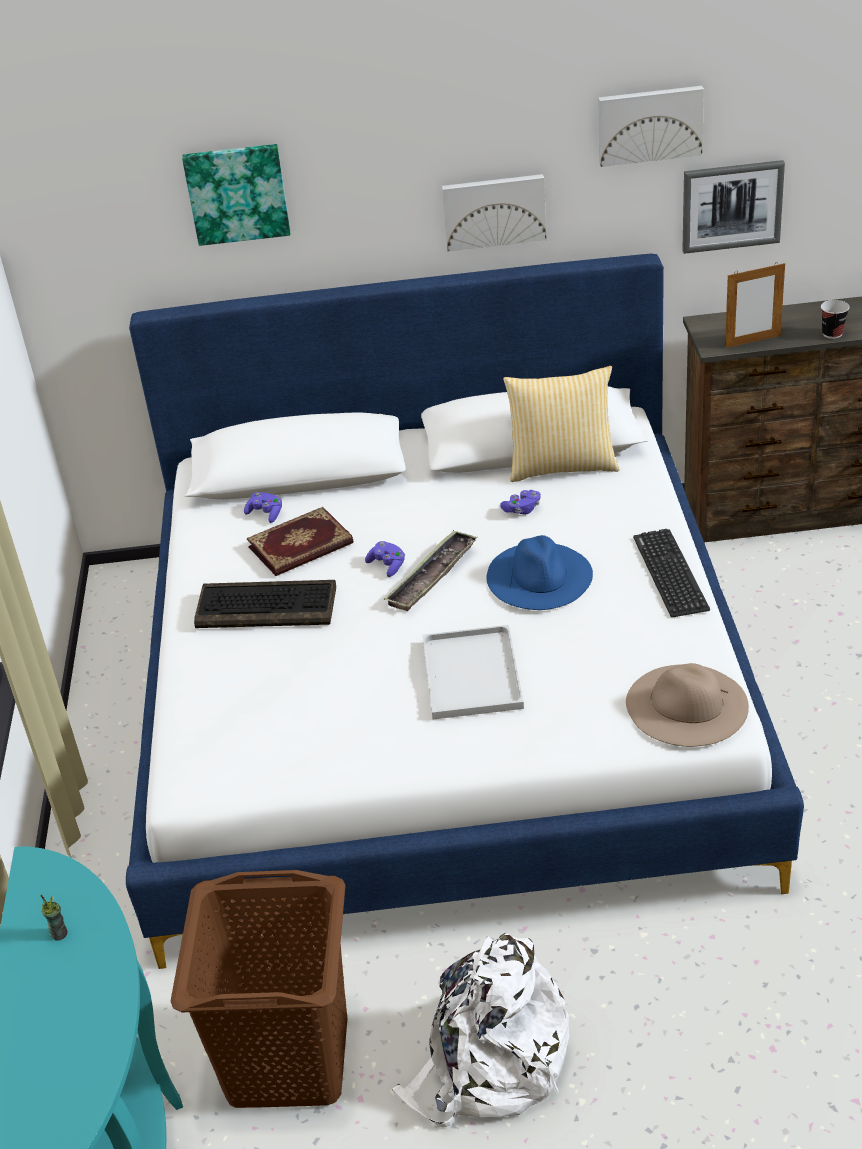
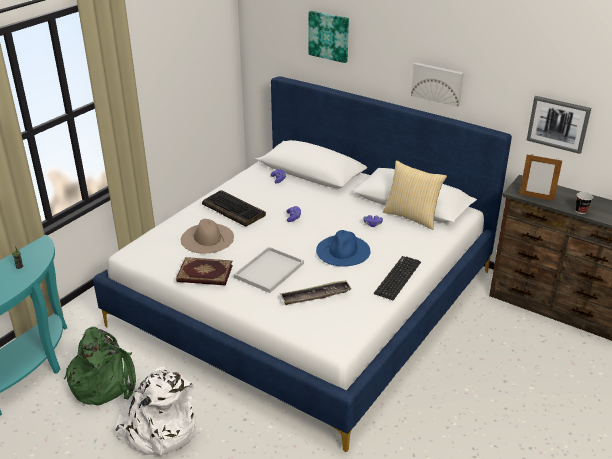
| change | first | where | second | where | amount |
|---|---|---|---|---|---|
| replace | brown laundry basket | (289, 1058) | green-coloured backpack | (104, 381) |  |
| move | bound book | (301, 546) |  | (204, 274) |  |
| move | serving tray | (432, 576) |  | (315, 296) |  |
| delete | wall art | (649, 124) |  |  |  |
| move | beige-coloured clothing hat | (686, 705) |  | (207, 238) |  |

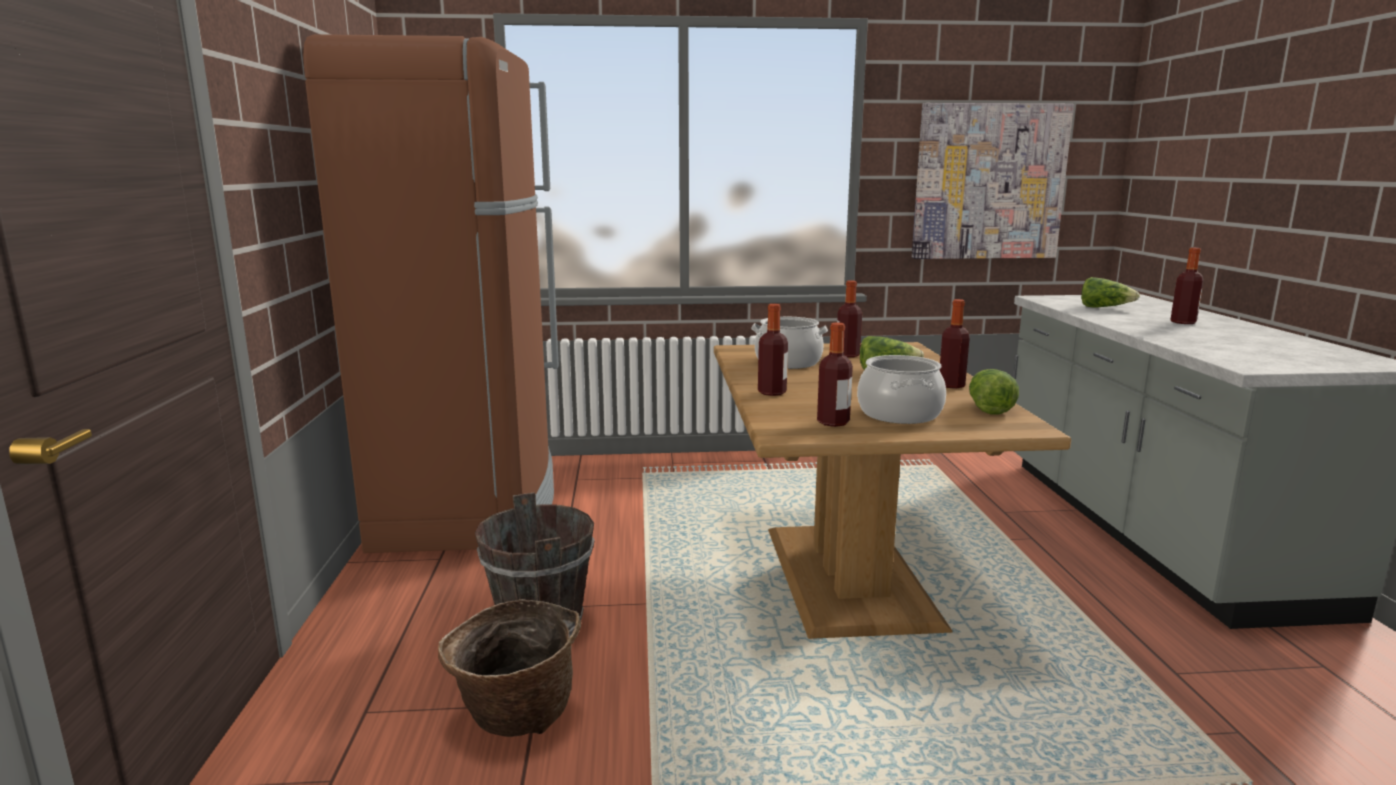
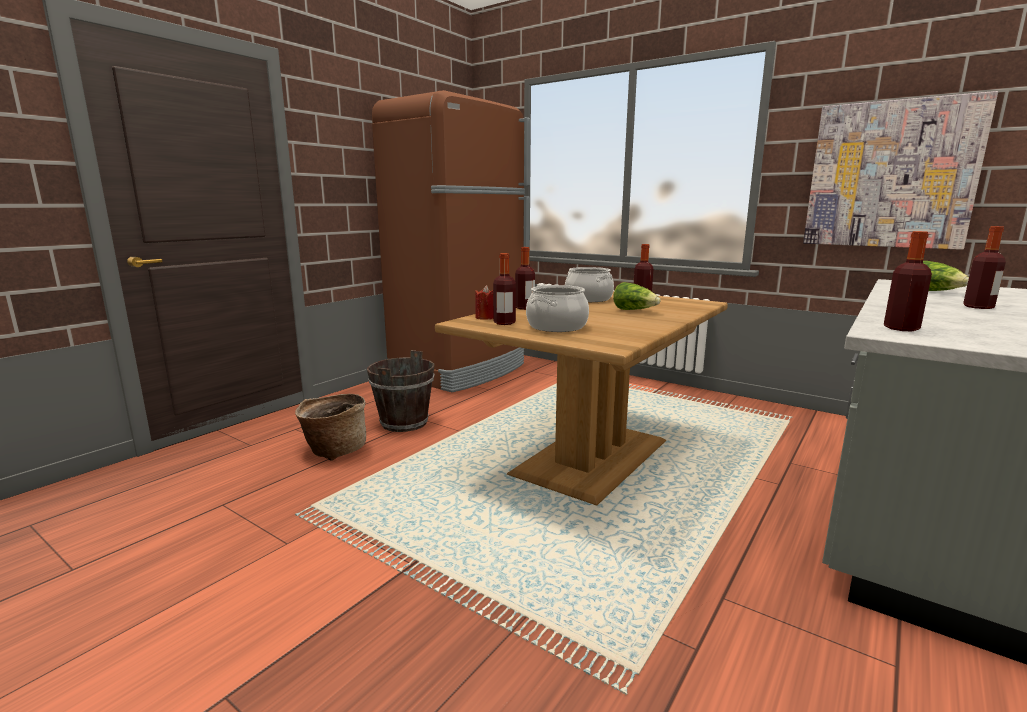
| change | first | where | second | where | amount |
|---|---|---|---|---|---|
| move | drink bottle | (951, 385) |  | (901, 328) |  |
| delete | lettuce | (989, 408) |  |  |  |
| insert |  |  | red-coloured wax light | (486, 318) |  |

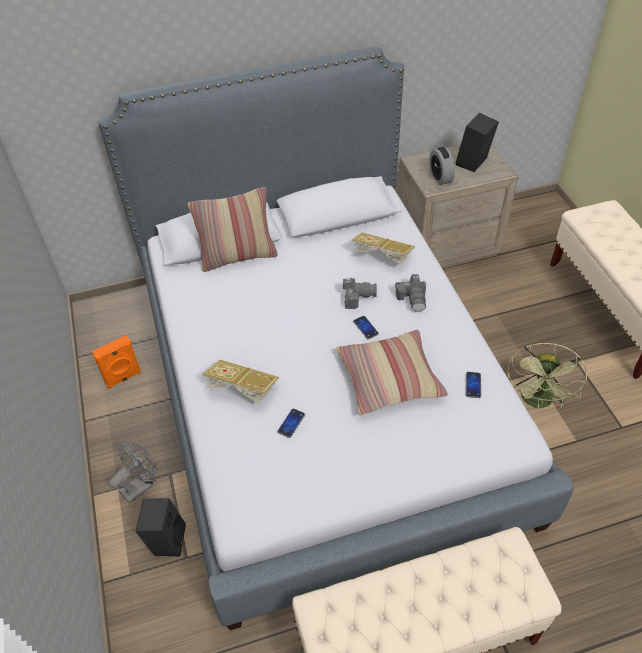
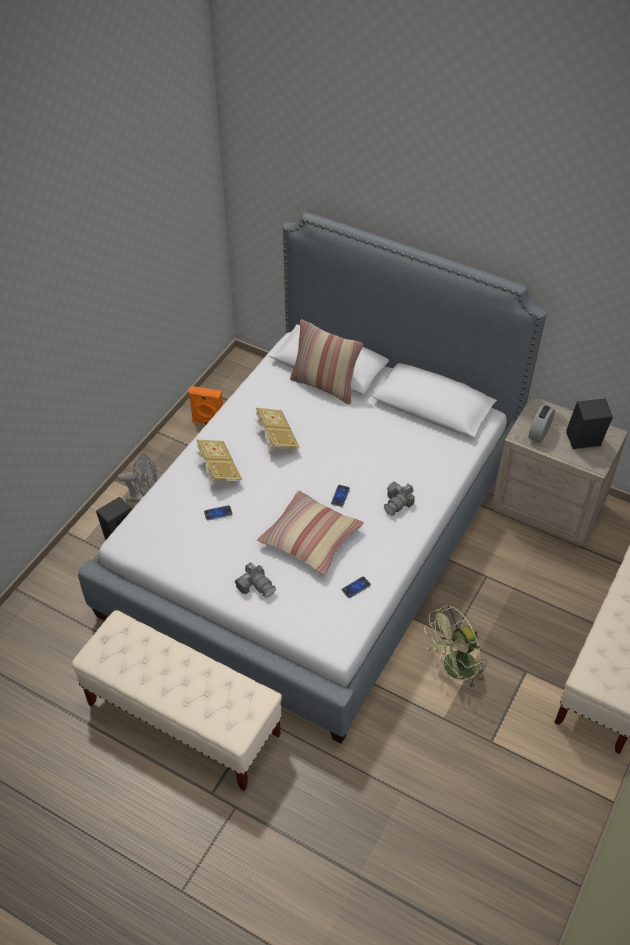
| change | first | where | second | where | amount |
|---|---|---|---|---|---|
| move | photo camera | (357, 297) |  | (256, 585) |  |
| move | bound book | (382, 257) |  | (276, 439) |  |

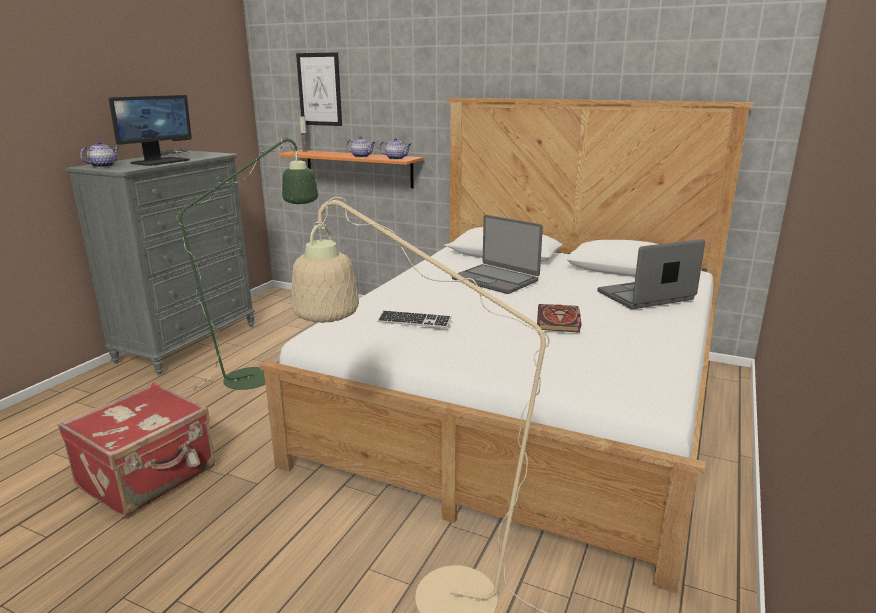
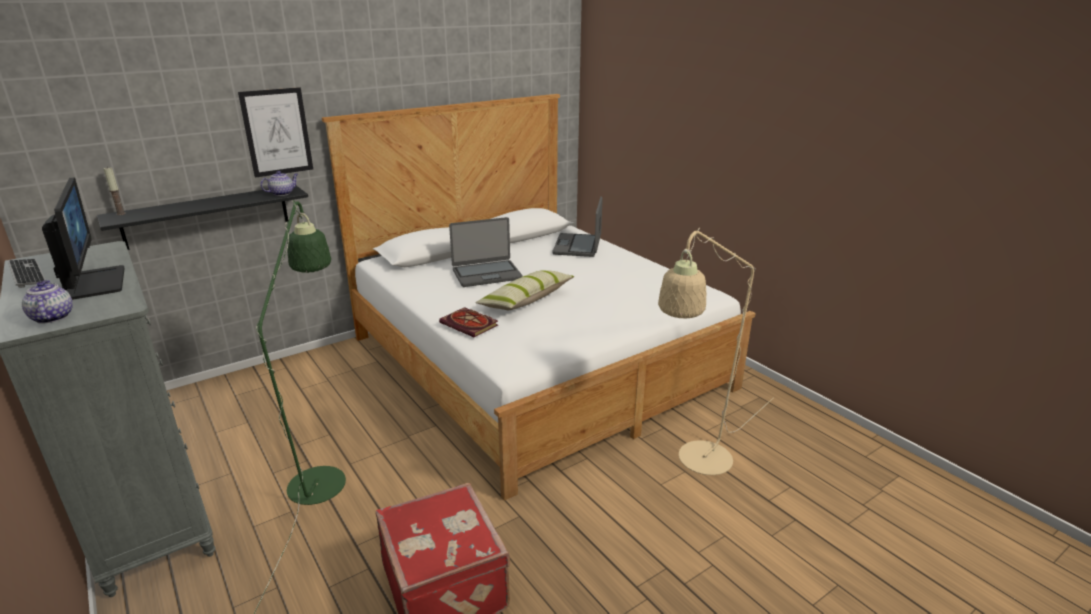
| change | first | where | second | where | amount |
|---|---|---|---|---|---|
| recolor | orangey wall shelf | (358, 168) | black wall shelf | (207, 216) |  |
| move | wall art | (319, 89) |  | (277, 132) |  |
| delete | teapot | (361, 156) |  |  |  |
| delete | PC keyboard | (414, 321) |  |  |  |
| move | bound book | (559, 321) |  | (470, 324) |  |
| insert |  |  | throw pillow | (526, 300) |  |

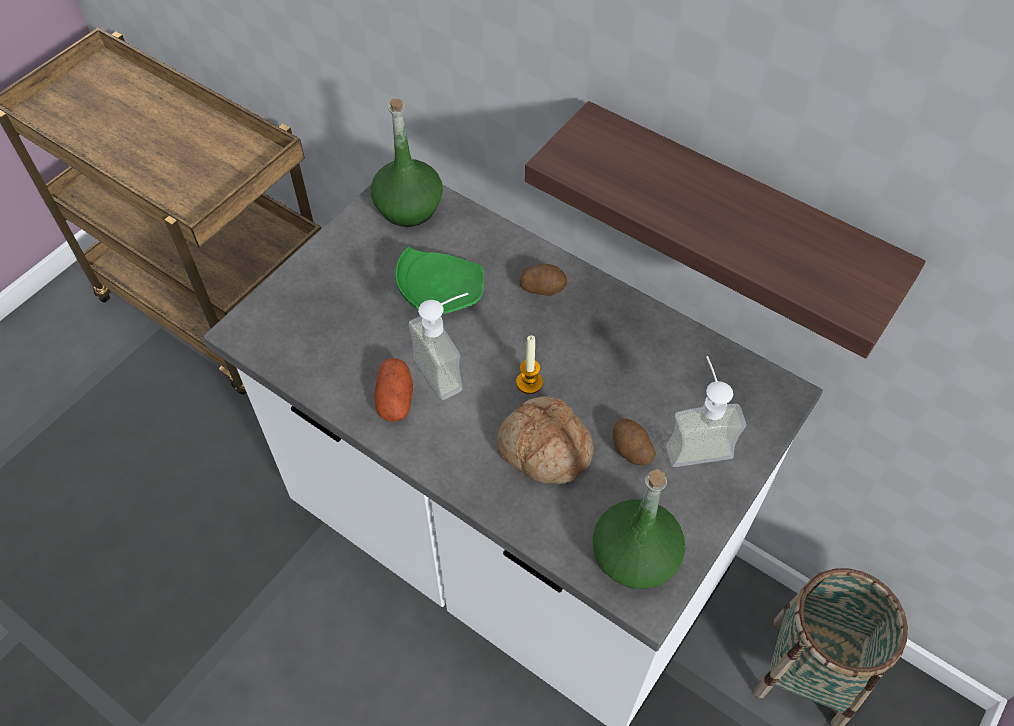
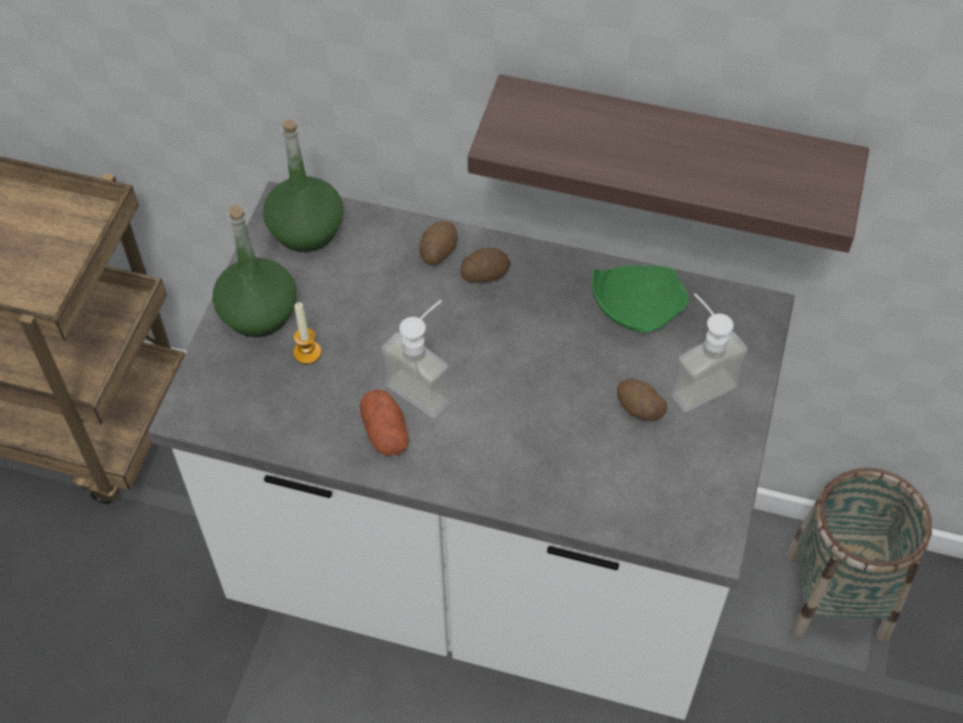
| change | first | where | second | where | amount |
|---|---|---|---|---|---|
| move | green-coloured plate | (440, 292) |  | (635, 307) |  |
| delete | bread | (543, 449) |  |  |  |
| move | wax light | (529, 382) |  | (307, 352) |  |
| move | green-coloured drink bottle | (635, 556) |  | (259, 313) |  |
| insert |  |  | potato | (437, 251) |  |

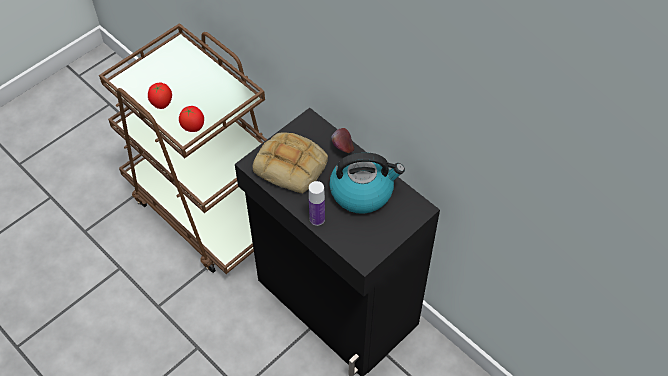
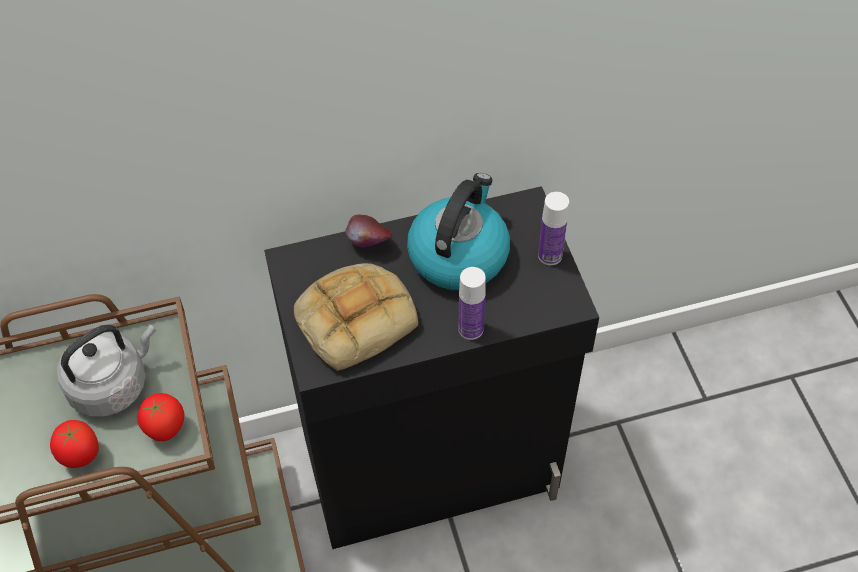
| change | first | where | second | where | amount |
|---|---|---|---|---|---|
| insert |  |  | greyish water kettle | (113, 385) |  |
| insert |  |  | drink bottle | (550, 255) |  |

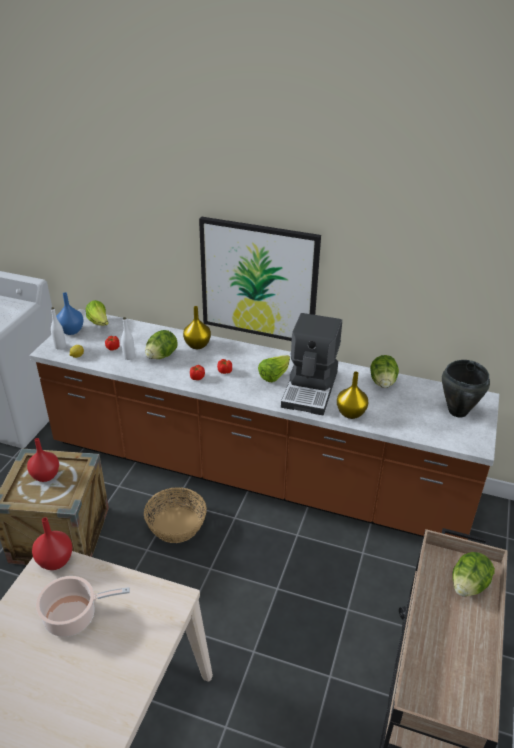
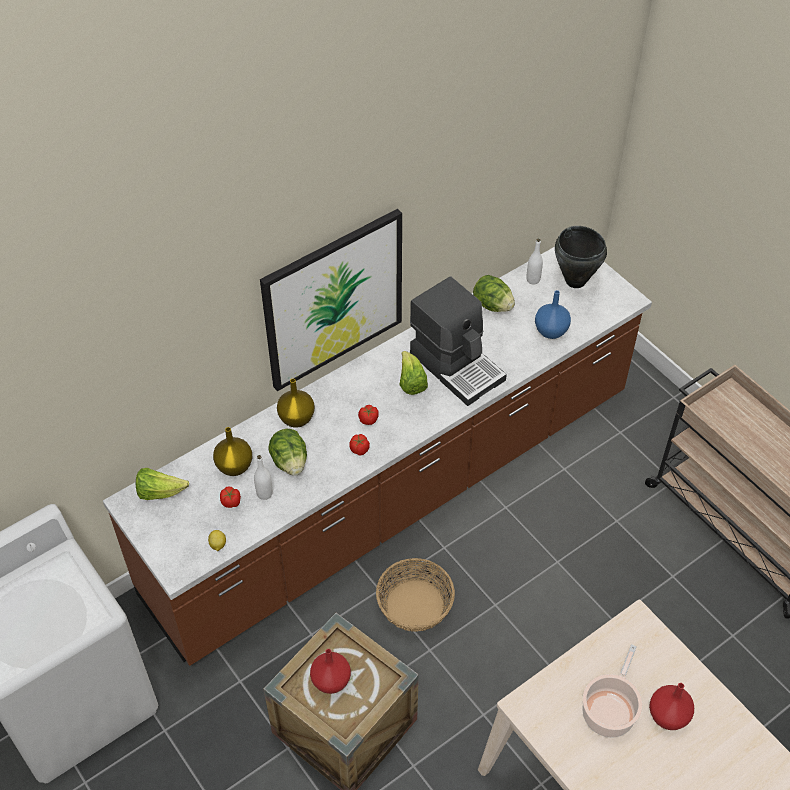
| change | first | where | second | where | amount |
|---|---|---|---|---|---|
| move | red-coloured vase | (54, 560) |  | (667, 716) |  |
| move | white-coloured drink bottle | (60, 346) |  | (533, 280) |  |
| move | blue-coloured vase | (71, 330) |  | (550, 331) |  |
| move | yellowish vase | (350, 413) |  | (234, 467) |  |
| delete | lettuce | (468, 585) |  |  |  |

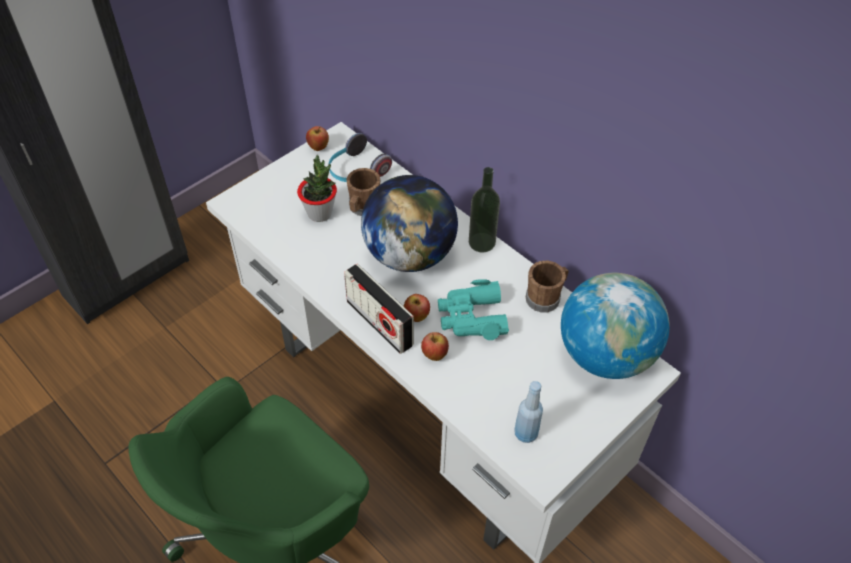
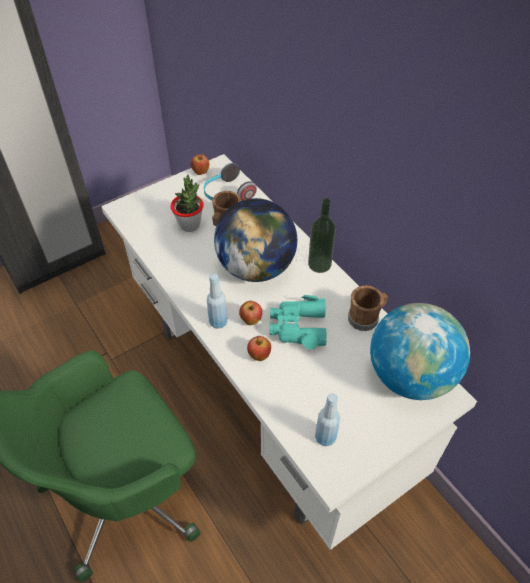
| change | first | where | second | where | amount |
|---|---|---|---|---|---|
| replace | radio receiver | (379, 323) | blue-coloured drink bottle | (218, 322) |  |

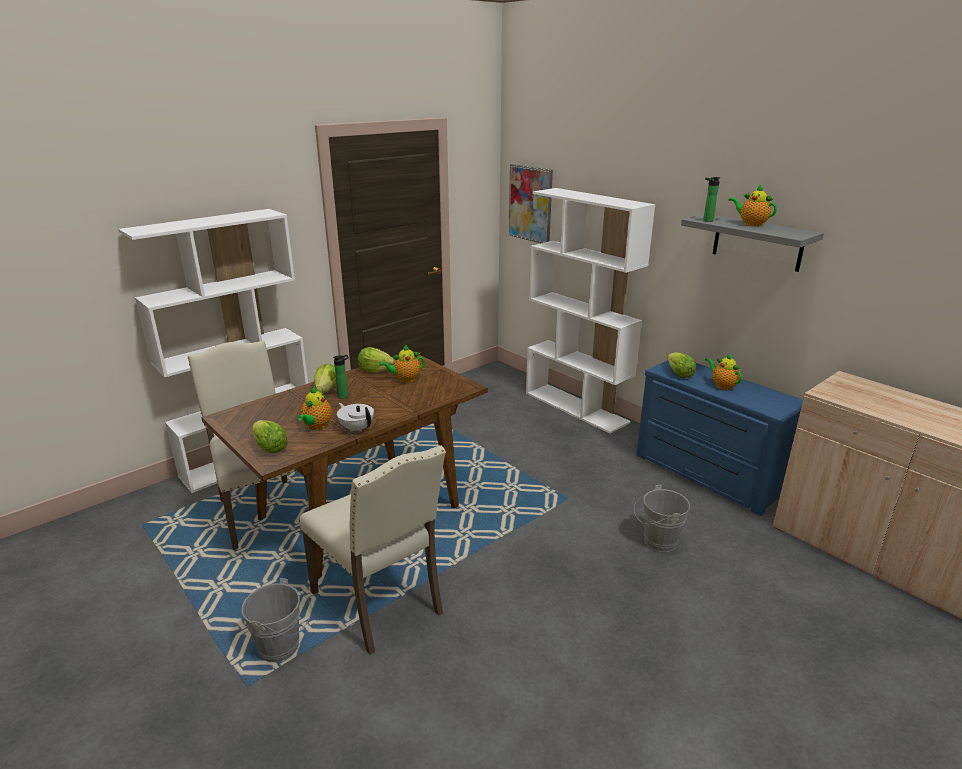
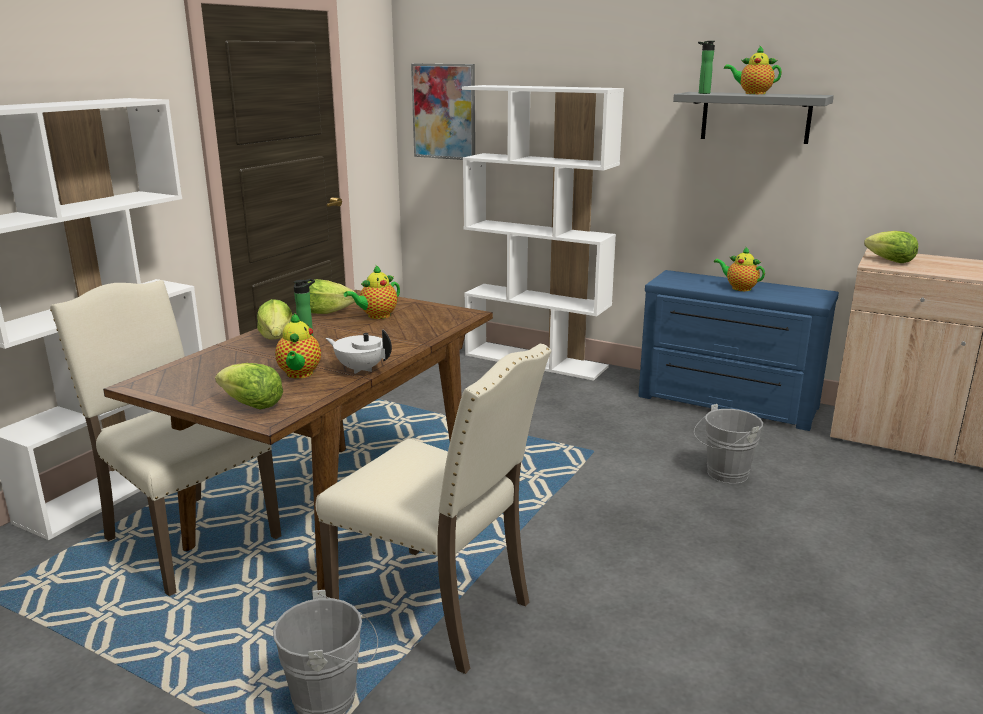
| change | first | where | second | where | amount |
|---|---|---|---|---|---|
| move | lettuce | (679, 374) |  | (890, 261) |  |

